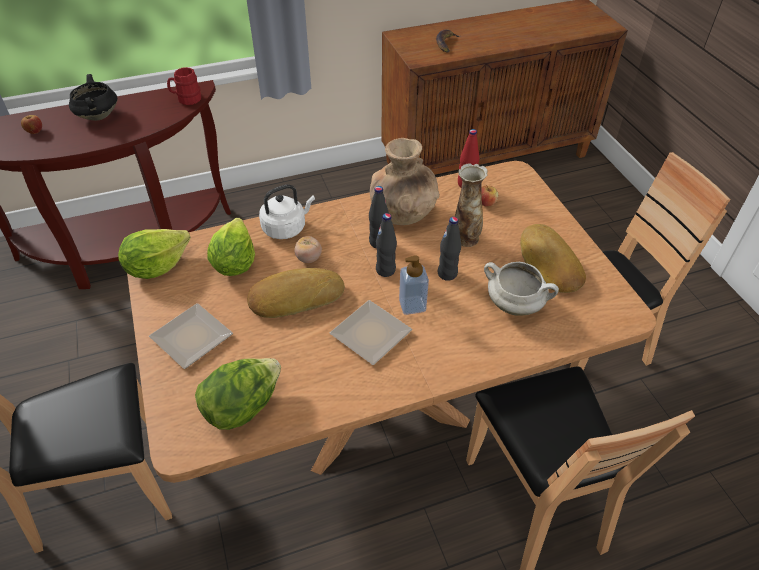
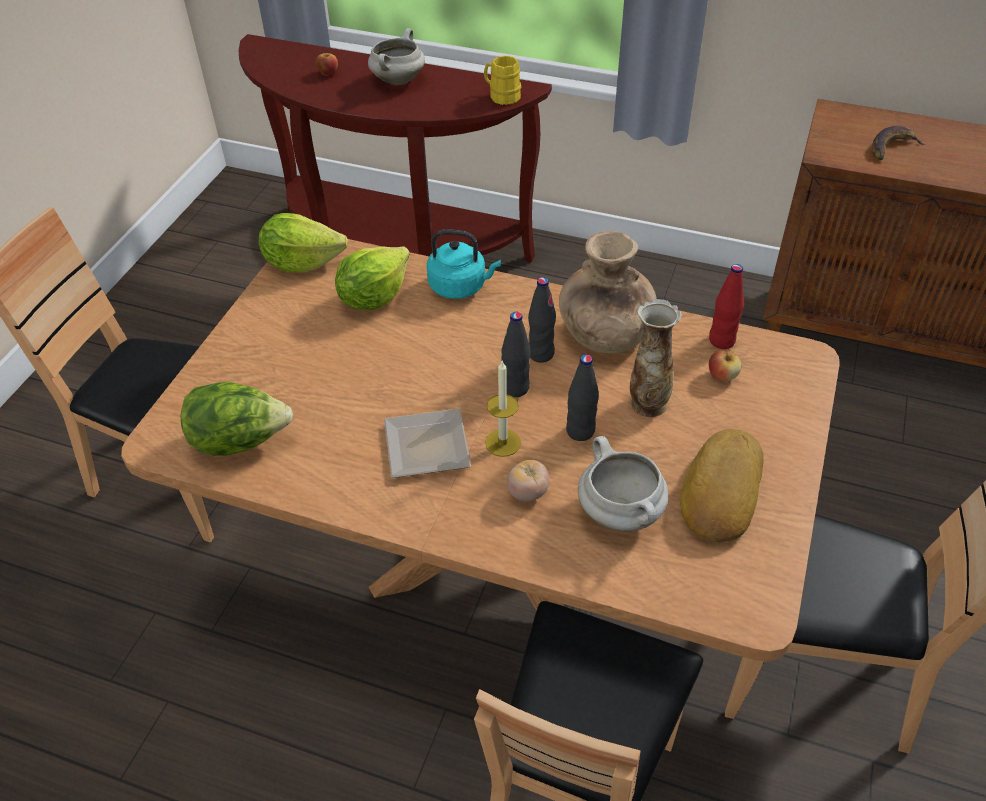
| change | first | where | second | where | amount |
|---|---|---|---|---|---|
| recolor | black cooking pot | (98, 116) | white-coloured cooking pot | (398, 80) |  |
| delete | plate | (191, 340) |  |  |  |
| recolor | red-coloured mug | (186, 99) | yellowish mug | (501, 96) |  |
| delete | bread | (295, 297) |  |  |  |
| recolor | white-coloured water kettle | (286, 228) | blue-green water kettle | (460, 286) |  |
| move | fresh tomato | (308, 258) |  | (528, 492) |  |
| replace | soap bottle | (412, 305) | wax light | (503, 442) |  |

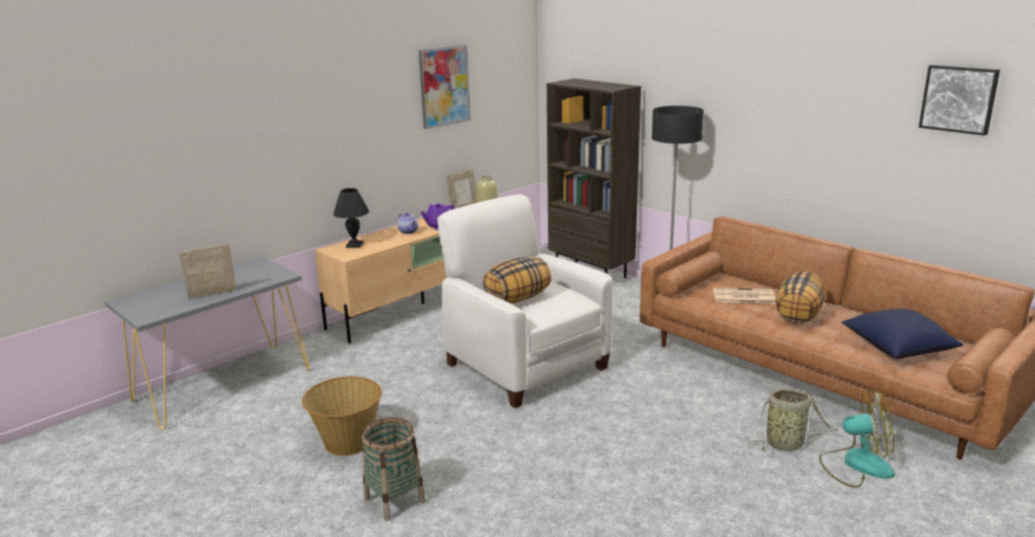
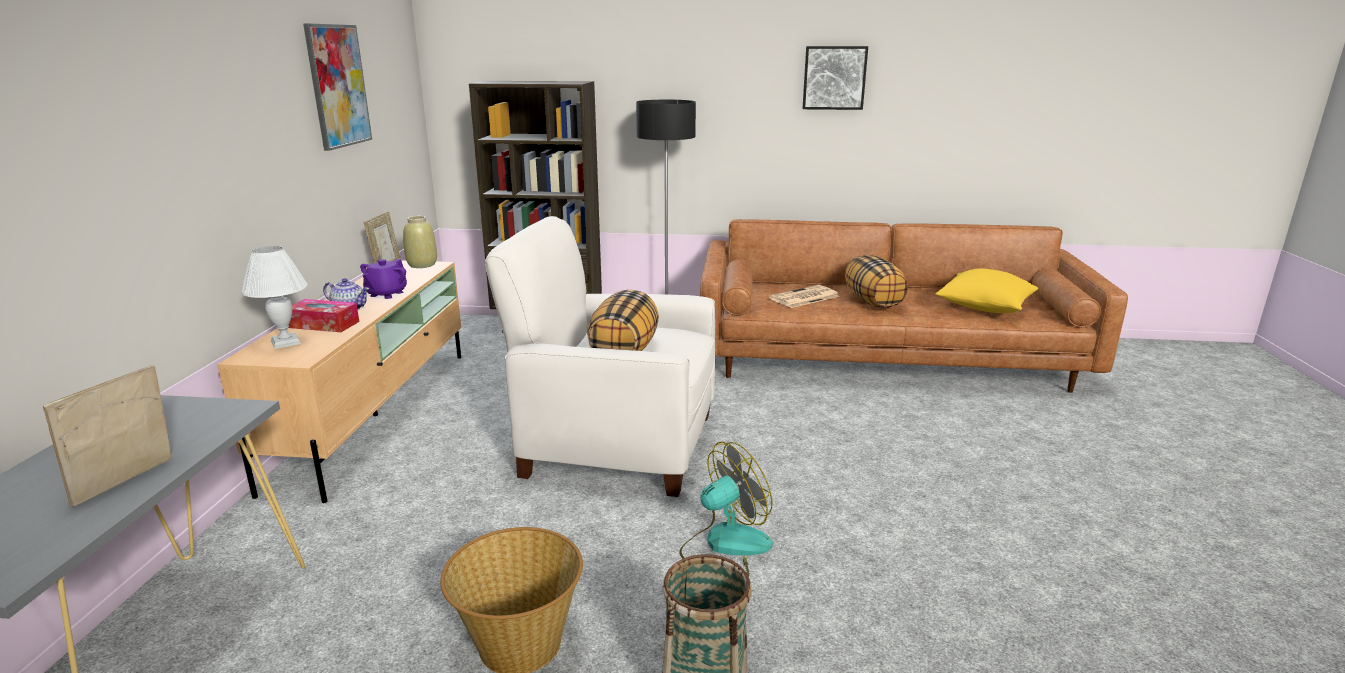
| change | first | where | second | where | amount |
|---|---|---|---|---|---|
| recolor | black tabletop lamp | (355, 245) | white-coloured tabletop lamp | (286, 342) |  |
| delete | household basket | (787, 444) |  |  |  |
| move | cooling fan | (856, 464) |  | (725, 547) |  |
| recolor | blue-coloured throw pillow | (897, 348) | yellowish throw pillow | (984, 307) |  |
| move | wall art | (959, 99) |  | (834, 78) |  |
| insert |  |  | tissue holder | (324, 324) |  |

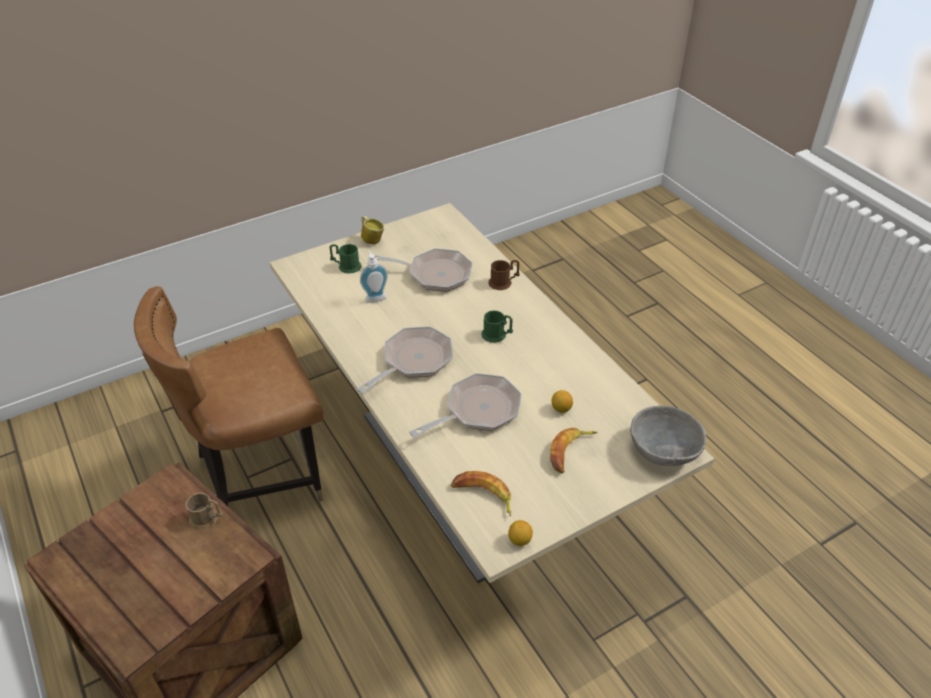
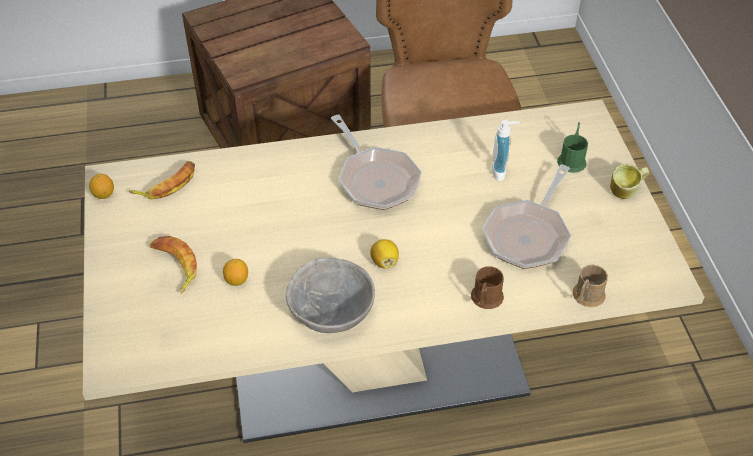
| change | first | where | second | where | amount |
|---|---|---|---|---|---|
| move | brown mug | (207, 519) |  | (586, 297) |  |
| delete | frying pan | (477, 411) |  |  |  |
| replace | green-coloured mug | (497, 335) | citrus fruit | (384, 261) |  |
| move | greyish bowl | (663, 450) |  | (331, 310) |  |

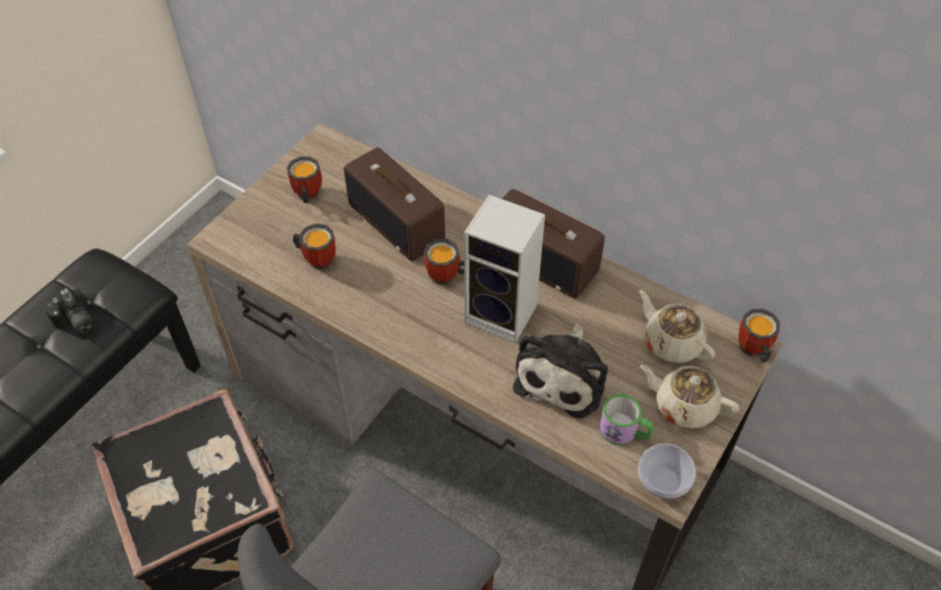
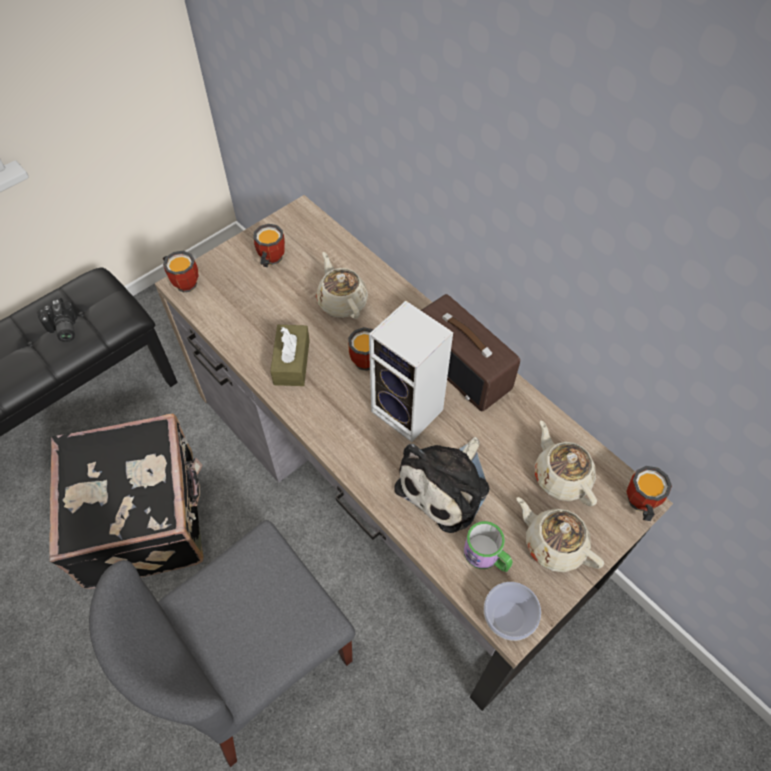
| change | first | where | second | where | amount |
|---|---|---|---|---|---|
| move | mug | (317, 258) |  | (185, 281) |  |
| replace | radio receiver | (398, 222) | beige-coloured teapot | (342, 301) |  |
| insert |  |  | brown tissue holder | (292, 362) |  |

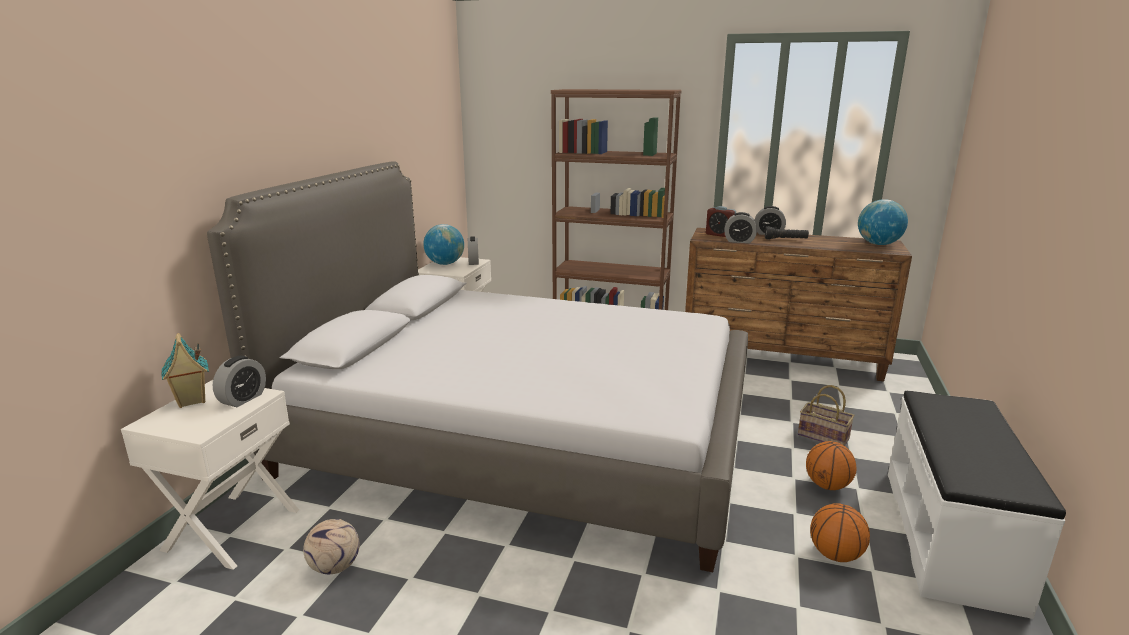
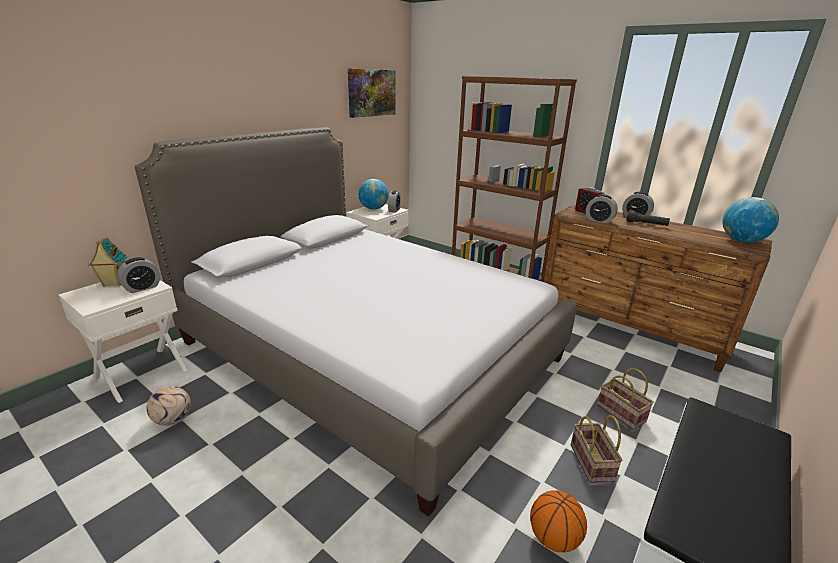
| change | first | where | second | where | amount |
|---|---|---|---|---|---|
| replace | ball for basketball | (827, 485) | household basket | (593, 463) |  |
| insert |  |  | wall art | (371, 93) |  |

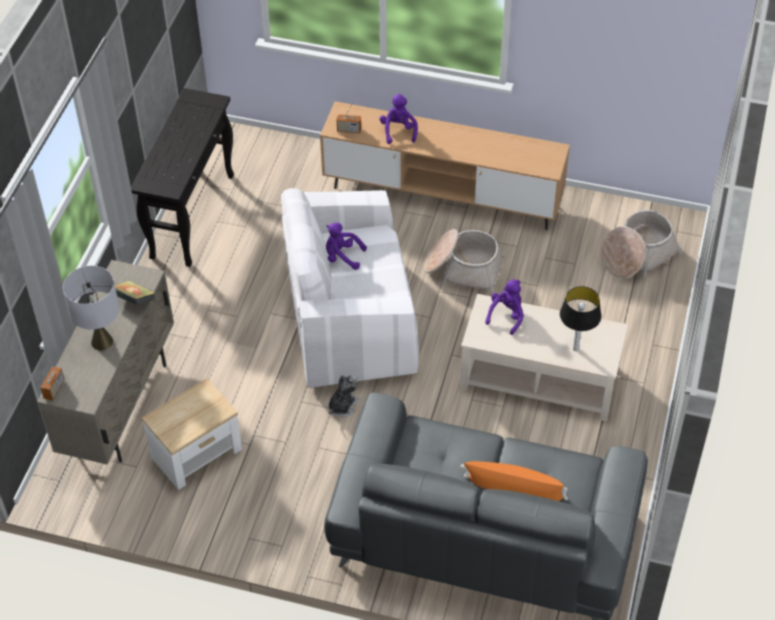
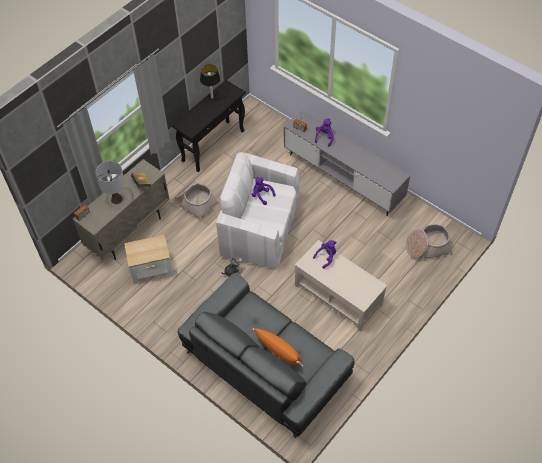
| change | first | where | second | where | amount |
|---|---|---|---|---|---|
| recolor | brown tv stand | (442, 196) | greyish tv stand | (342, 178) |  |
| move | household basket | (463, 269) |  | (195, 202) |  |
| move | tabletop lamp | (576, 349) |  | (212, 97) |  |

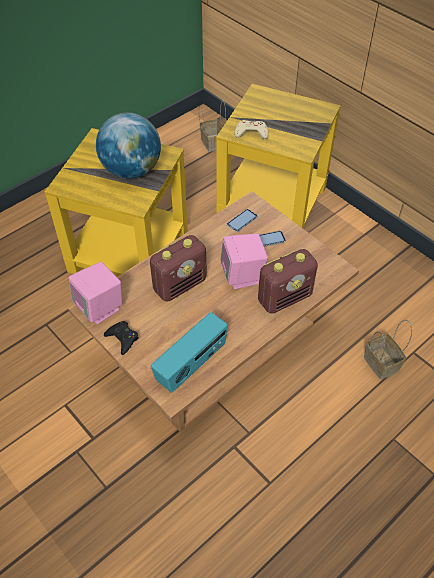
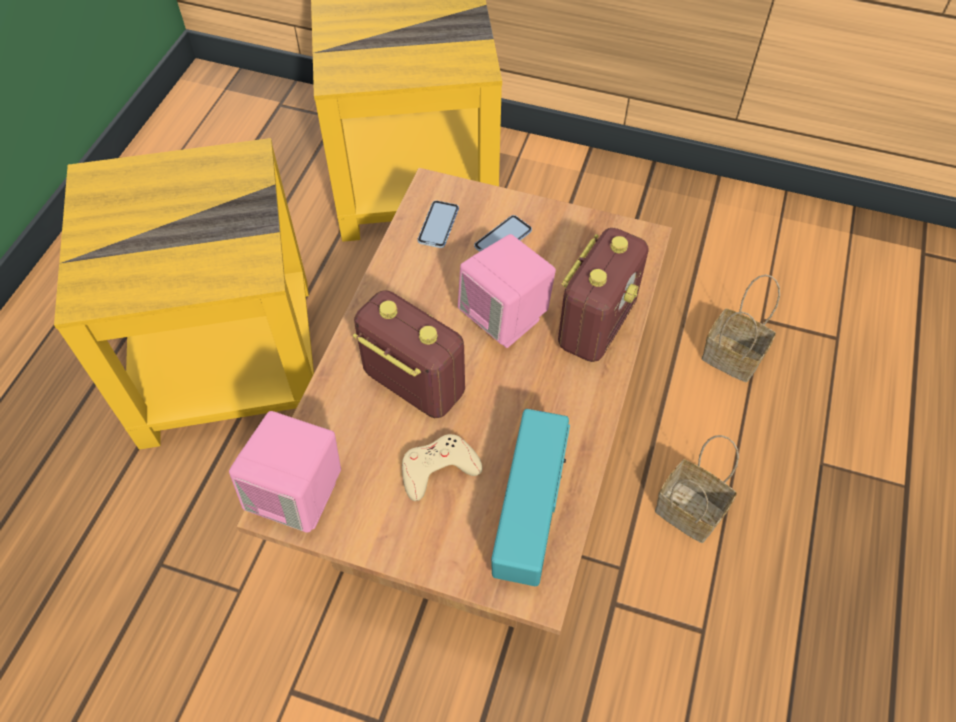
| change | first | where | second | where | amount |
|---|---|---|---|---|---|
| delete | globe | (132, 170) |  |  |  |
| delete | black joypad | (122, 338) |  |  |  |
| rotate | radio receiver | (180, 285) |  | (412, 383) | 75 degrees counterclockwise |
| move | household basket | (212, 142) |  | (686, 511) |  |
| move | beige-coloured joypad | (251, 132) |  | (438, 469) |  |

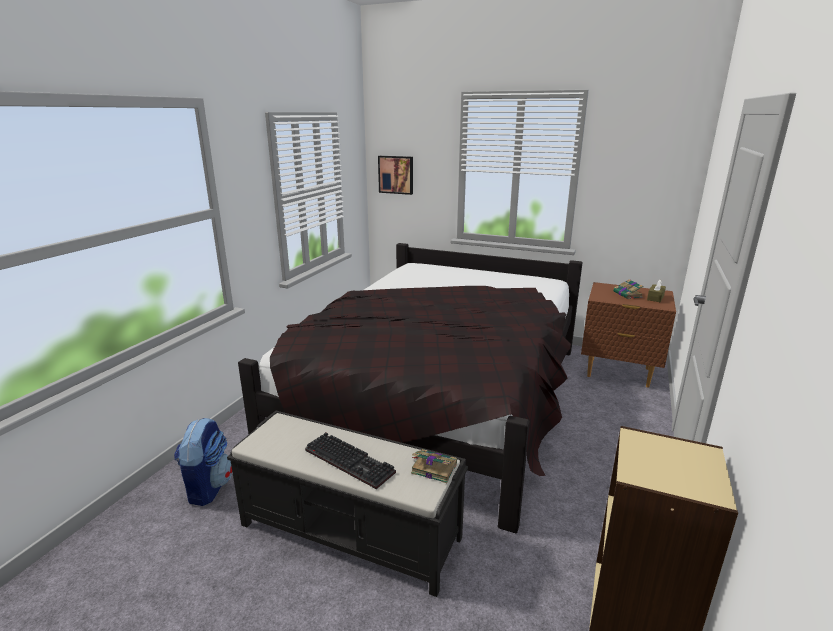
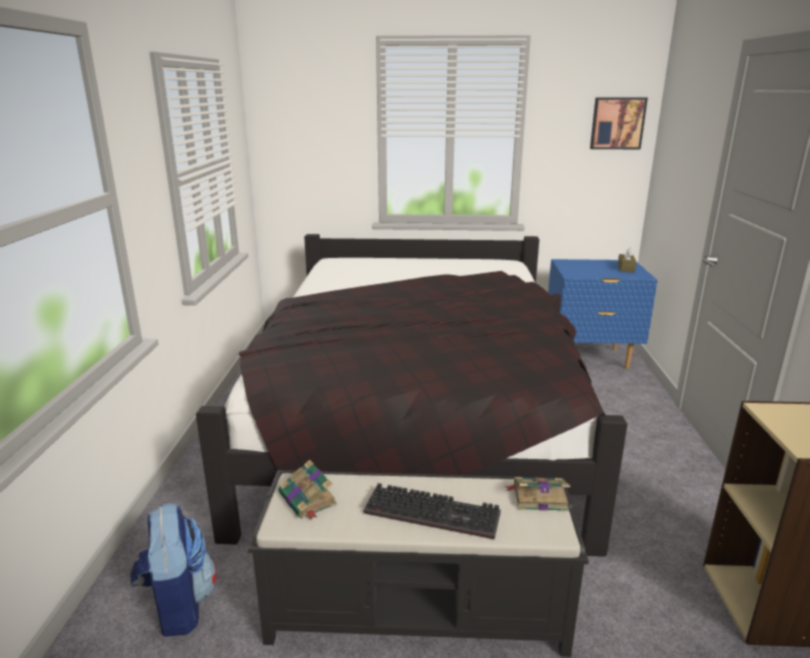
| change | first | where | second | where | amount |
|---|---|---|---|---|---|
| move | wall art | (396, 174) |  | (617, 123) |  |
| recolor | brown nightstand | (618, 373) | blue-coloured nightstand | (590, 358) |  |
| move | bound book | (628, 295) |  | (308, 500) |  |

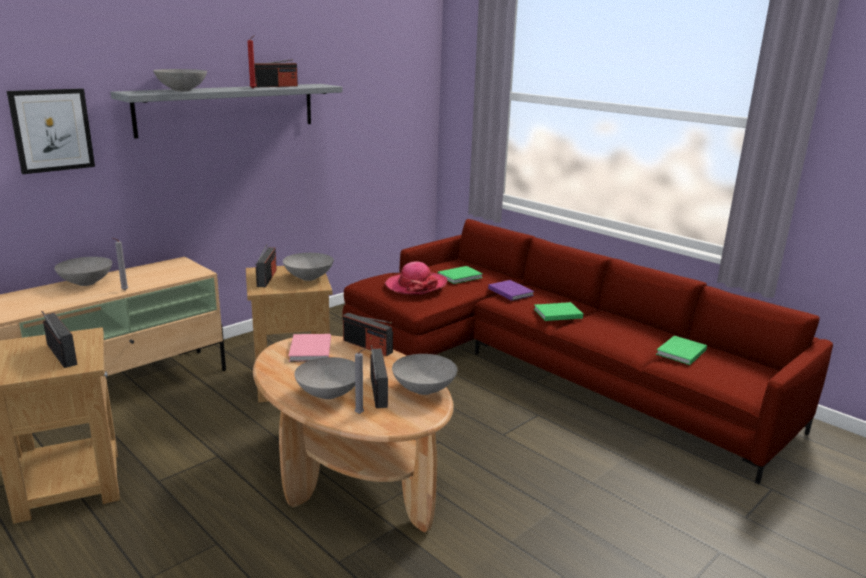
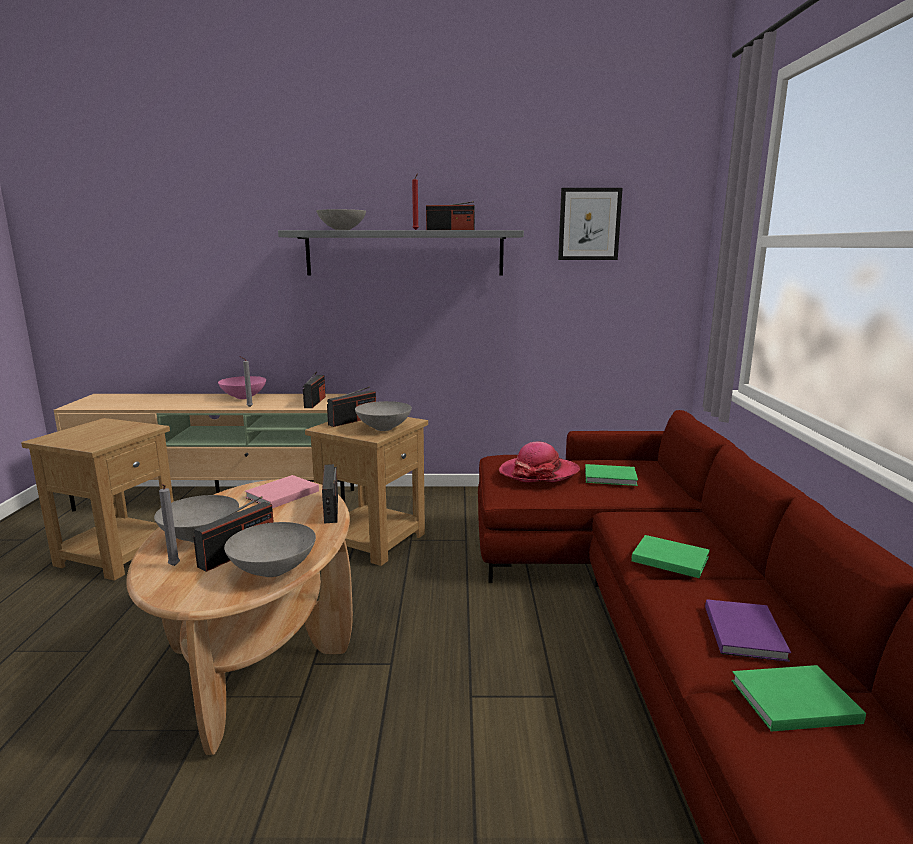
| change | first | where | second | where | amount |
|---|---|---|---|---|---|
| move | wall art | (52, 130) |  | (589, 224) |  |
| move | radio receiver | (61, 354) |  | (315, 402) |  |
| recolor | greyish bowl | (85, 283) | pink bowl | (243, 397) |  |
| move | purplish bound book | (510, 291) |  | (745, 631) |  |

